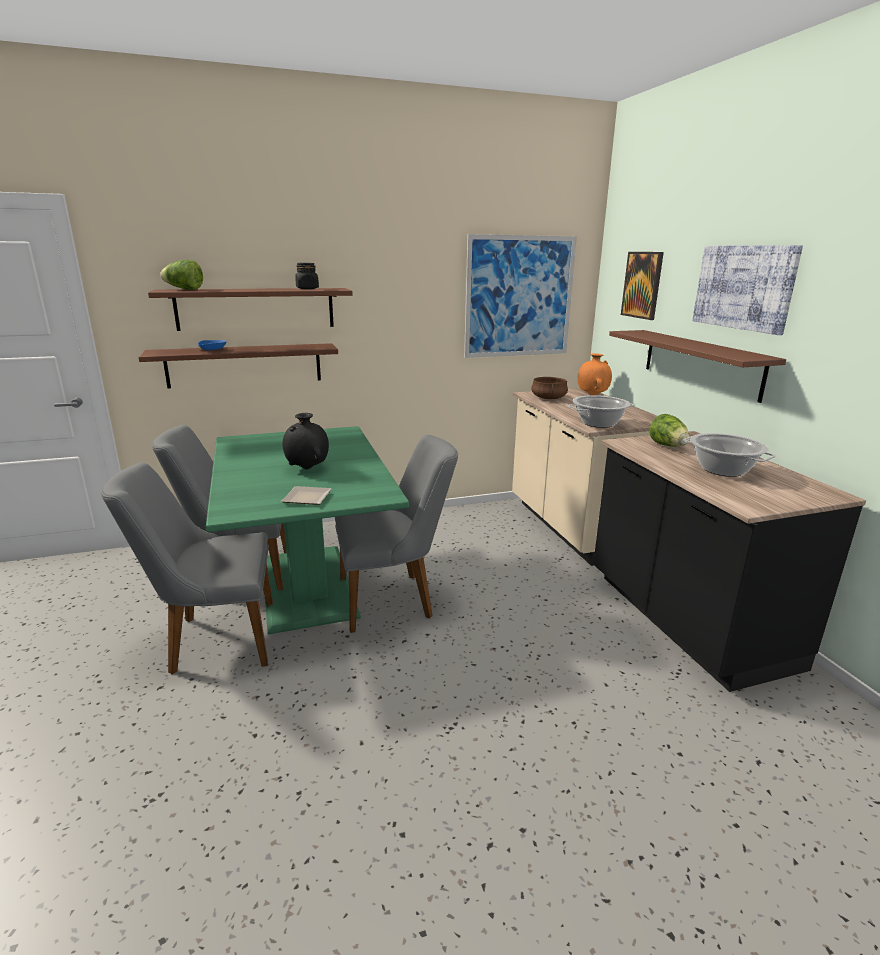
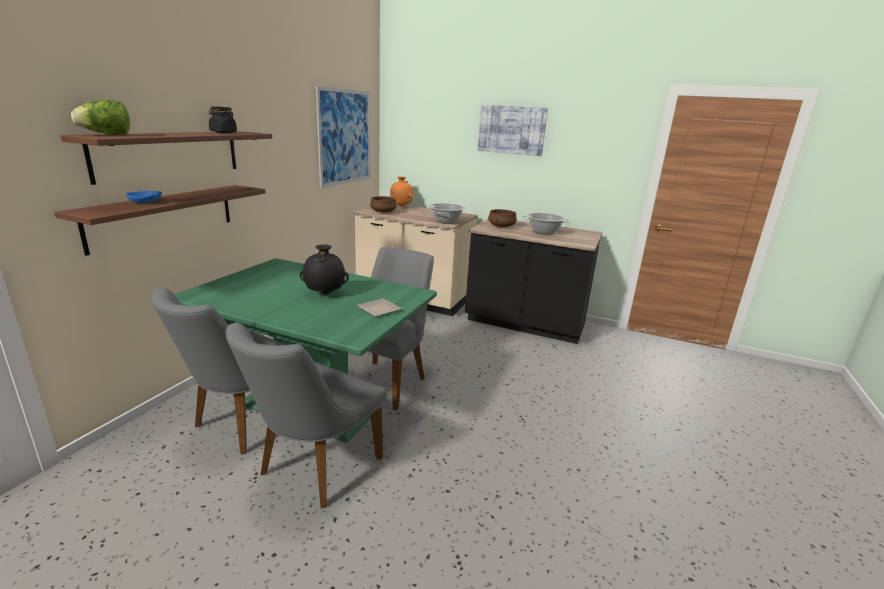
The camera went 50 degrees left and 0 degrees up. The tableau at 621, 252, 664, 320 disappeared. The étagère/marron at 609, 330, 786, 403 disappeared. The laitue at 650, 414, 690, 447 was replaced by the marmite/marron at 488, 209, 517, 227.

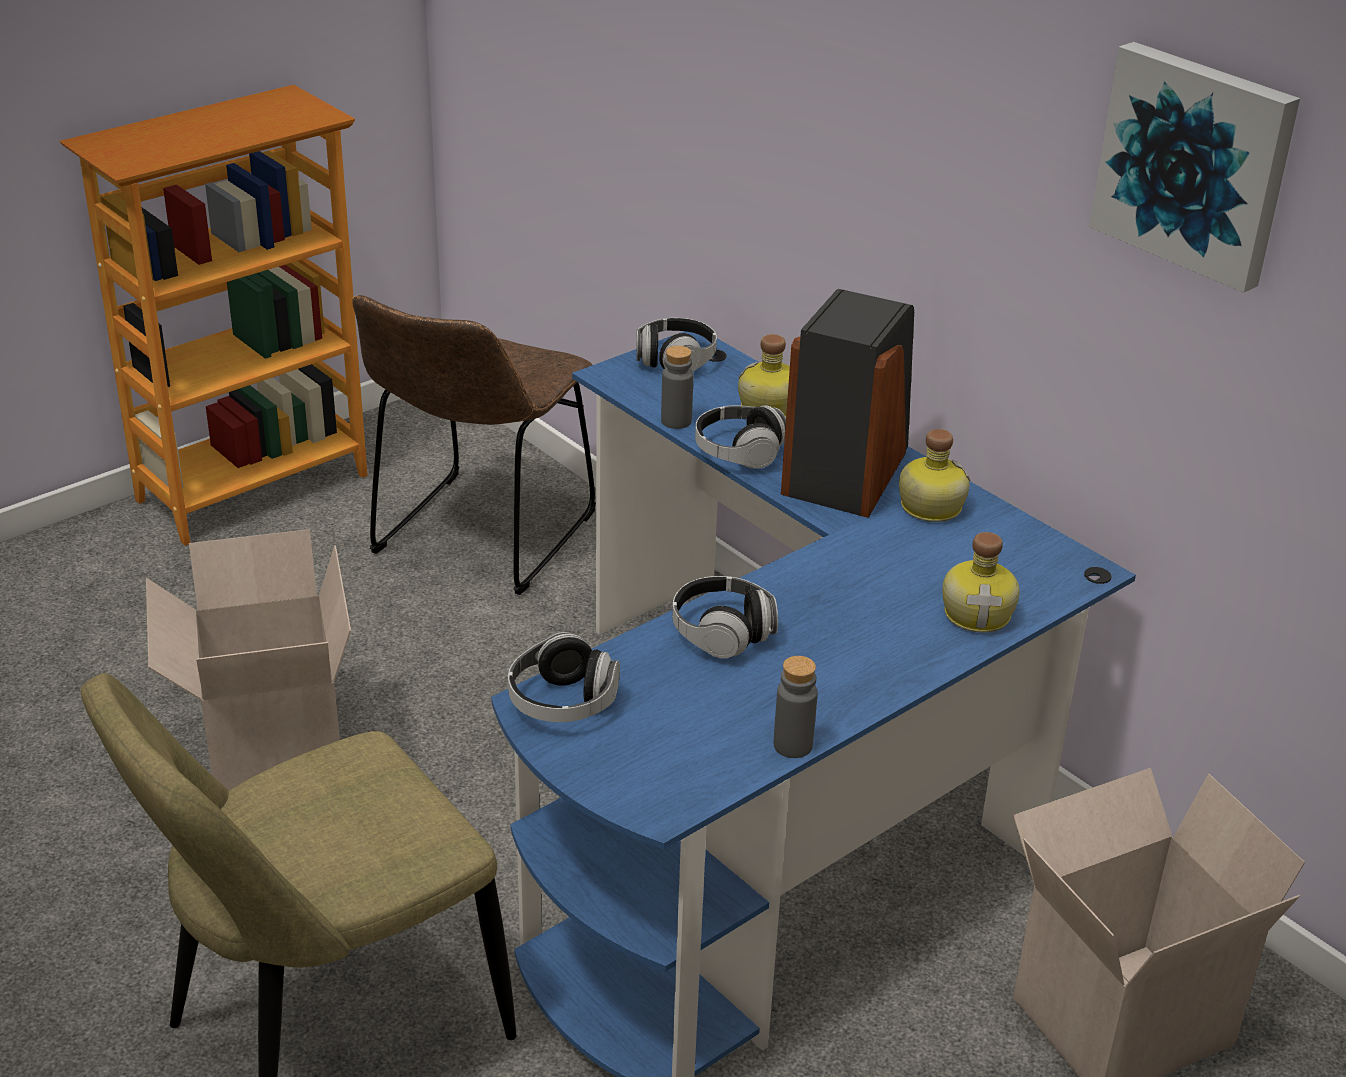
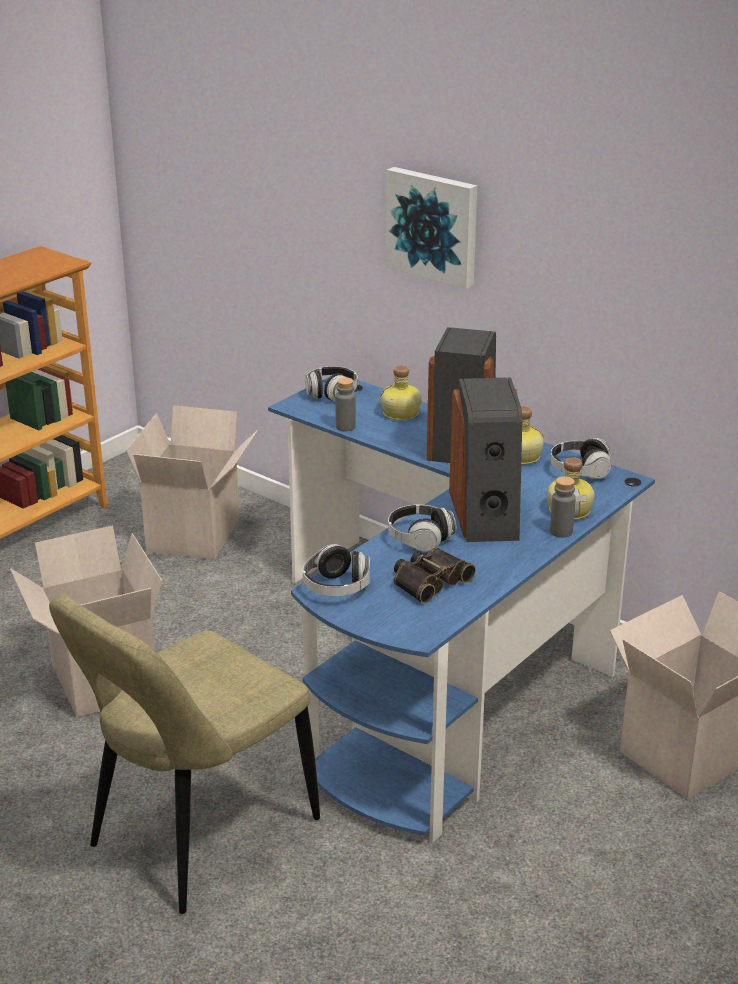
The camera went 10 degrees left and 5 degrees down. The tableau moved from 1089, 42, 1300, 293 to 386, 167, 477, 289. The chaise/marron at 352, 295, 596, 595 was replaced by the carton at 126, 405, 258, 560. The casque audio moved from 695, 405, 786, 469 to 550, 438, 611, 479. The bouteille/gris moved from 774, 656, 818, 758 to 550, 476, 576, 538. The enceinte at 449, 378, 522, 542 appeared. The jumelles at 394, 547, 476, 604 appeared.

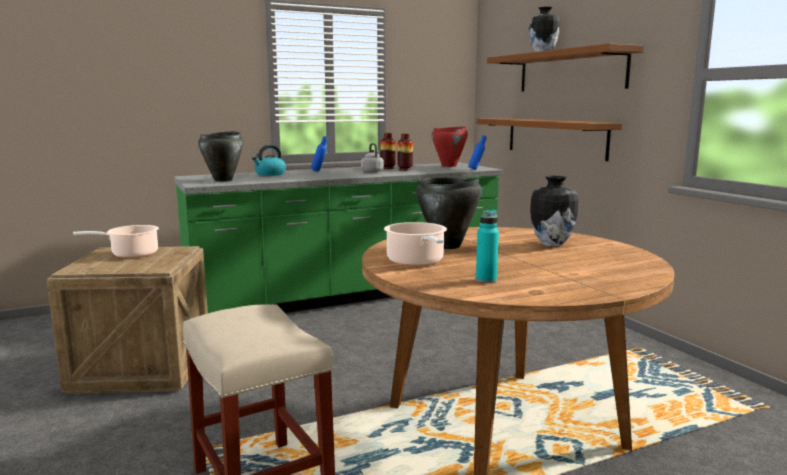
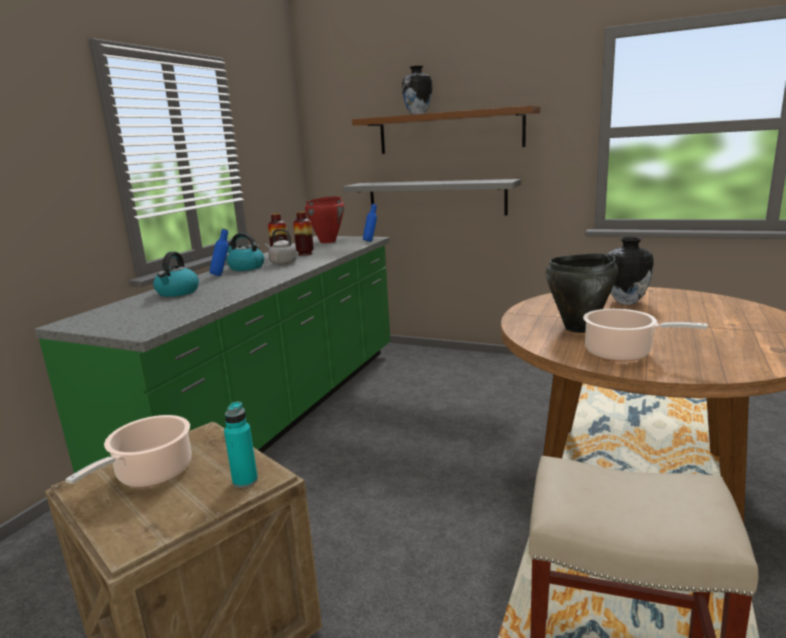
The camera went 40 degrees left and 5 degrees up. The étagère/marron at 477, 118, 622, 161 became the étagère/gris at 343, 179, 521, 215. The marmite/noir at 198, 131, 243, 182 disappeared. The bouteille/turquoise moved from 476, 210, 499, 283 to 224, 402, 258, 488. The bouilloire at 227, 233, 264, 271 appeared.

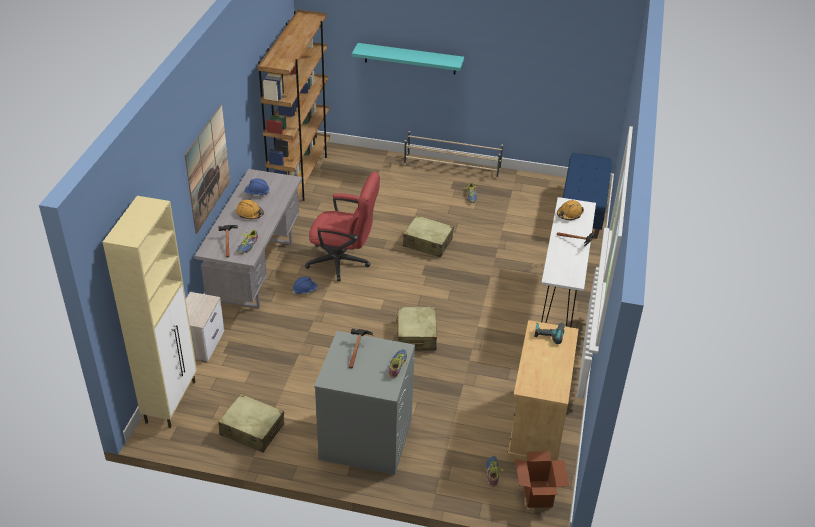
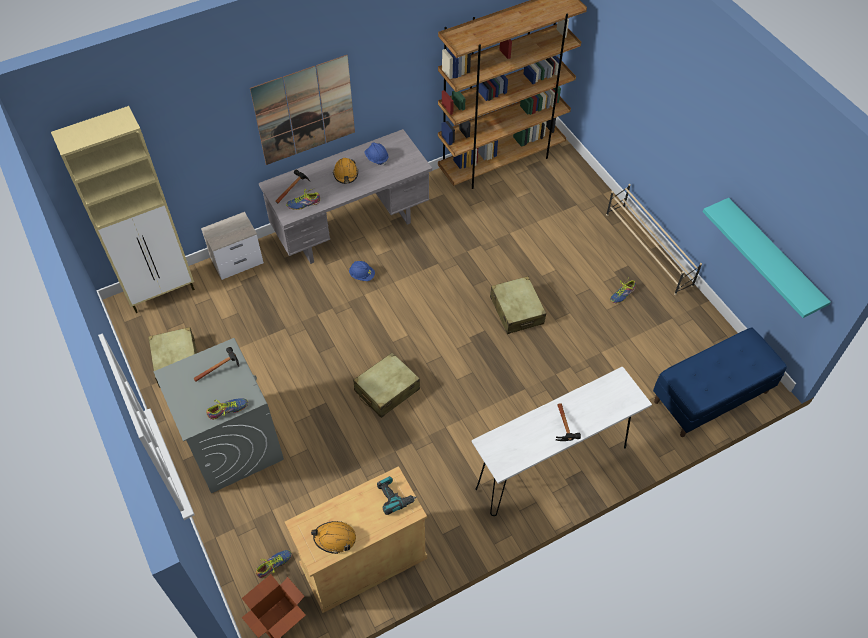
The camera went 50 degrees right and 15 degrees up. The étagère/turquoise moved from 352, 43, 464, 74 to 703, 198, 831, 318. The chaise de bureau/rouge at 305, 172, 380, 281 disappeared. The casque de chantier/orange moved from 557, 200, 584, 220 to 311, 521, 356, 554.

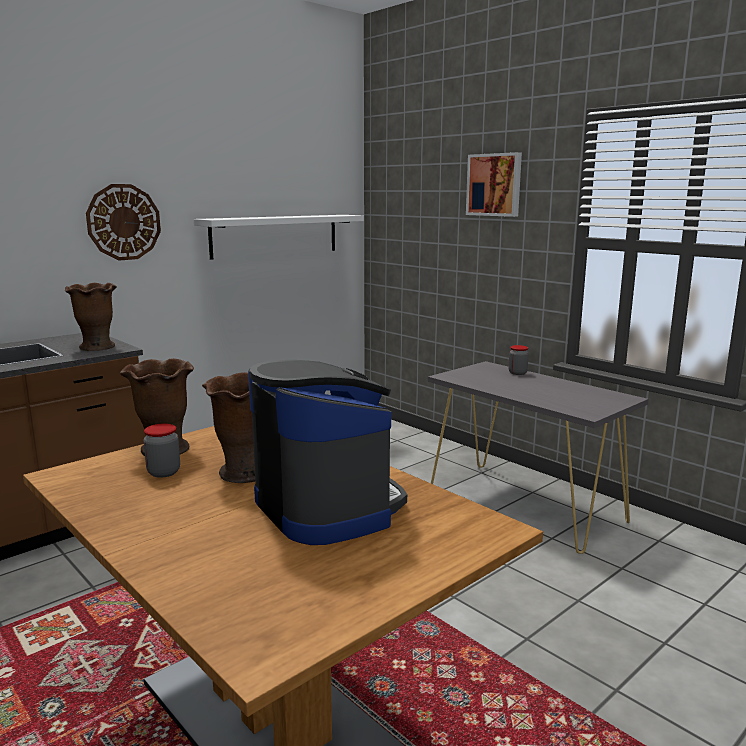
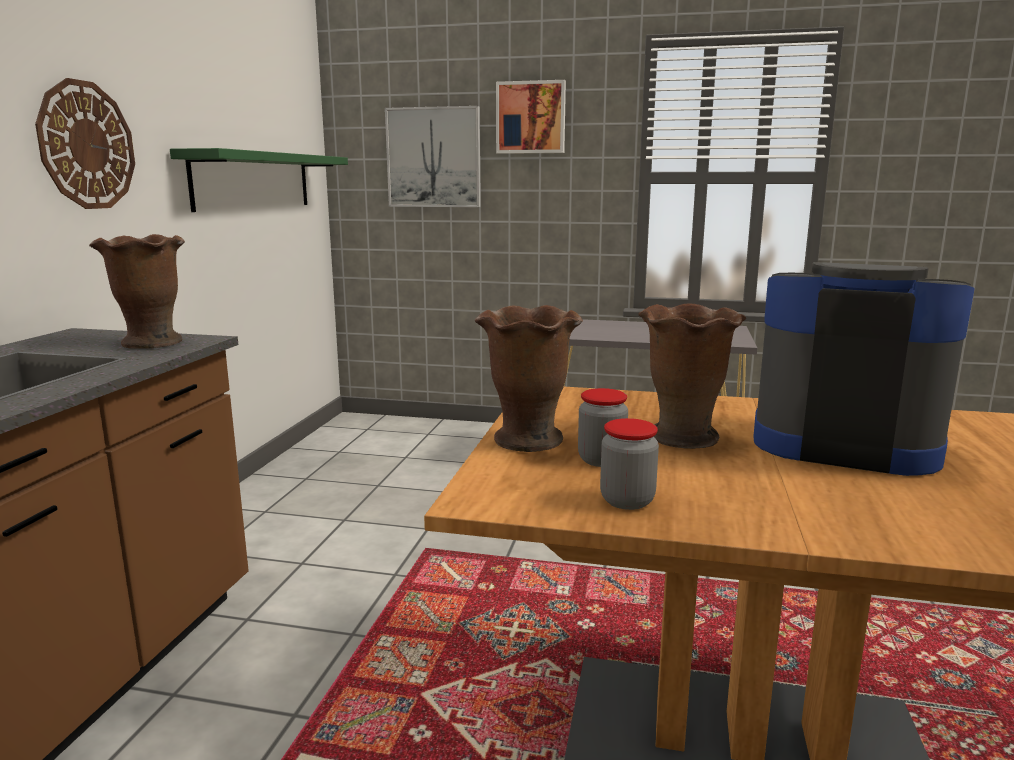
The camera went 35 degrees left and 0 degrees up. The étagère/blanc at 194, 215, 364, 260 became the étagère/vert at 170, 148, 348, 212. The bocal moved from 509, 345, 529, 375 to 600, 418, 659, 510. The tableau at 385, 106, 481, 207 appeared.

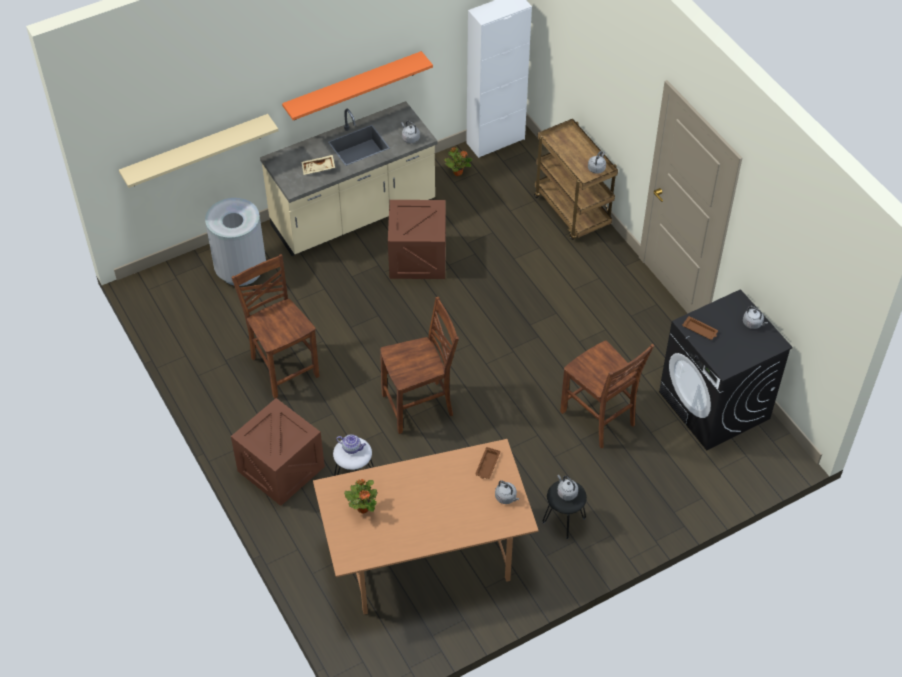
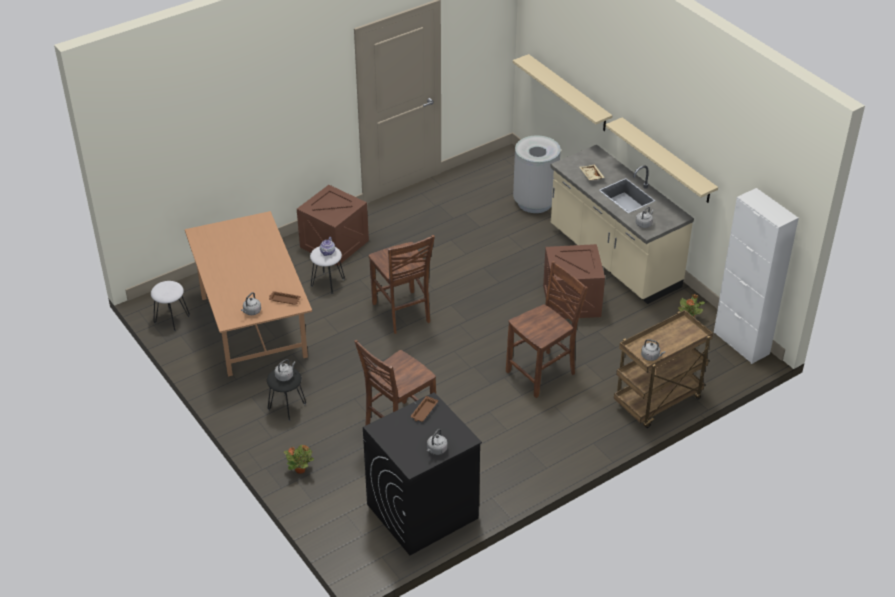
The camera went 85 degrees right and 10 degrees down. The étagère/orange at 282, 51, 433, 120 became the étagère/beige at 605, 117, 718, 203. The chaise/marron moved from 231, 254, 319, 399 to 506, 261, 588, 398. The plante en pot moved from 344, 479, 377, 513 to 284, 445, 314, 474. The tabouret/blanc at 151, 281, 190, 331 appeared.

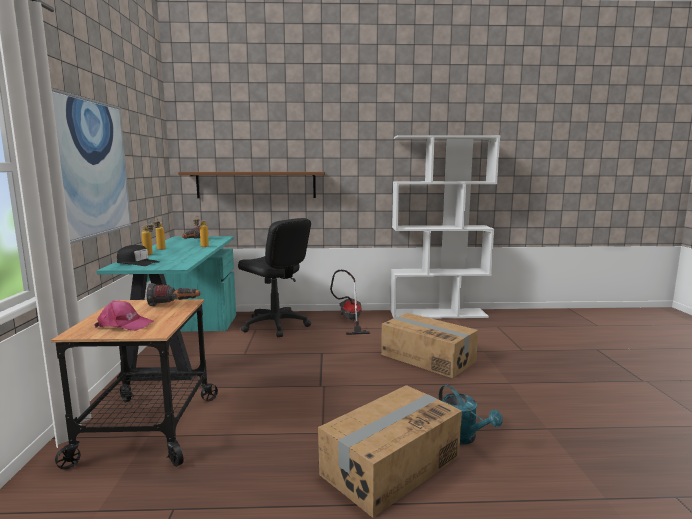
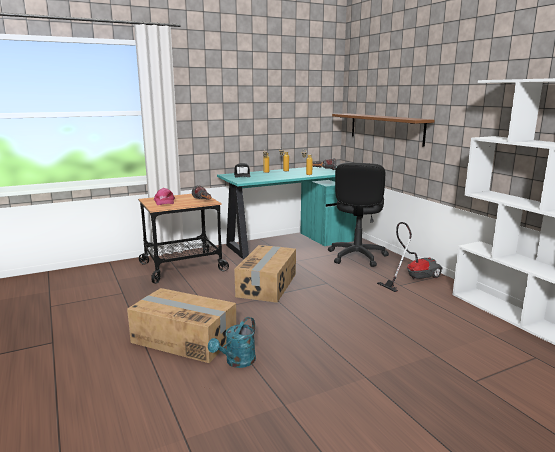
The camera went 65 degrees right and 5 degrees up. The tableau at 52, 88, 132, 244 disappeared. The carton moved from 381, 313, 478, 378 to 234, 245, 296, 303.

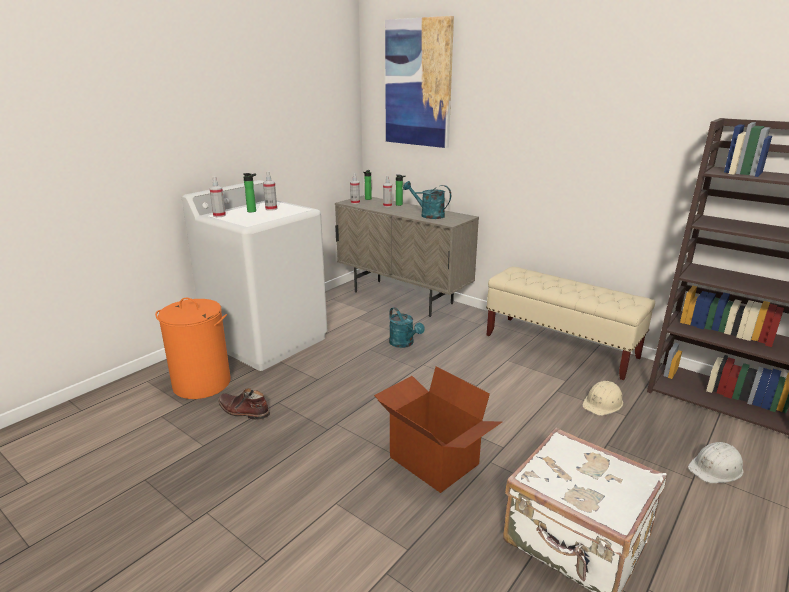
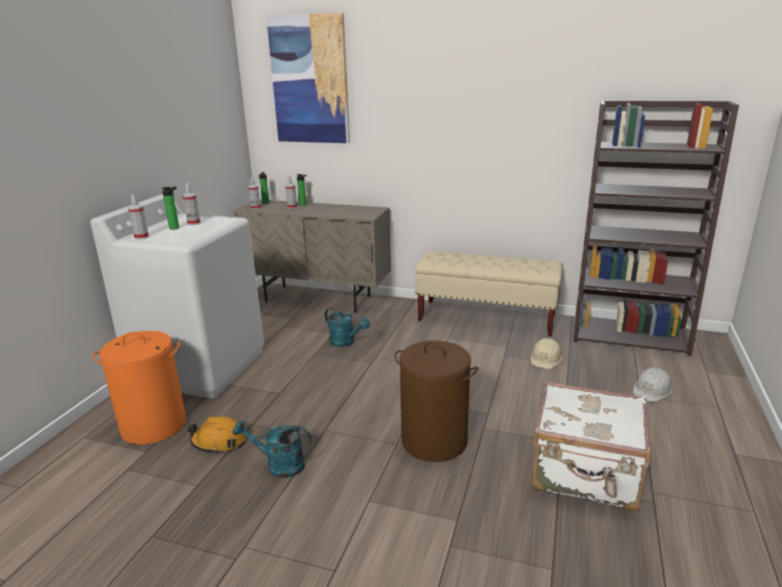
The camera went 20 degrees left and 0 degrees up. The arrosoir/turquoise moved from 403, 181, 451, 219 to 232, 420, 311, 478. The carton at 374, 367, 502, 493 was replaced by the panier à linge/marron at 395, 341, 478, 462. The botte/marron at 218, 388, 270, 420 was replaced by the casque de chantier/orange at 188, 416, 246, 454.

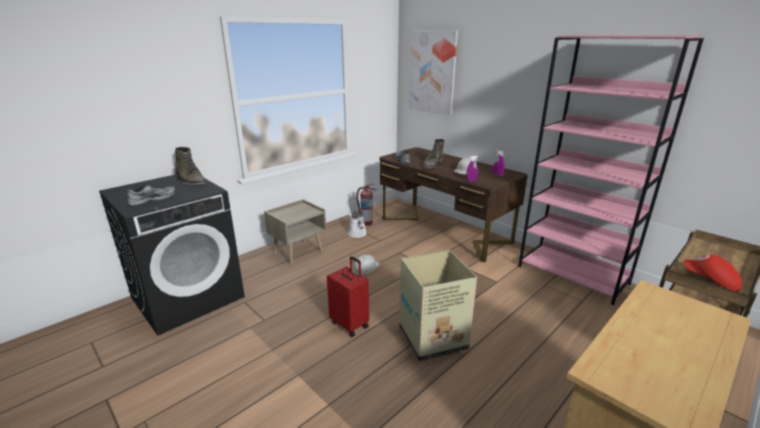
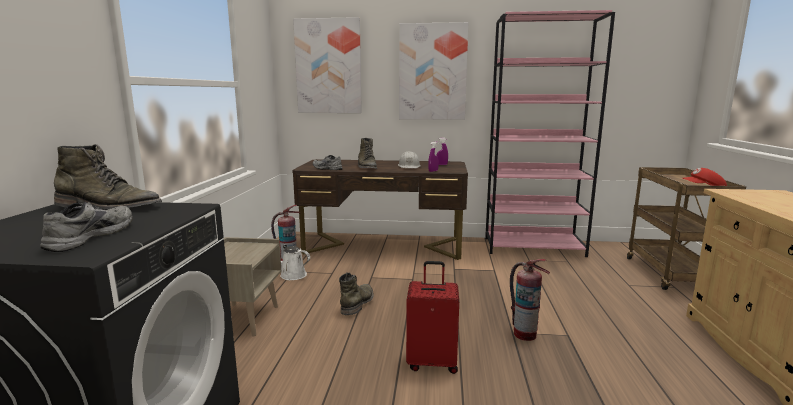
The camera went 40 degrees left and 10 degrees down. The carton at 399, 250, 477, 361 was replaced by the extincteur at 510, 259, 550, 341. The casque de chantier/blanc at 353, 255, 379, 275 was replaced by the botte/vert at 339, 272, 374, 315. The tableau at 399, 22, 468, 120 appeared.

